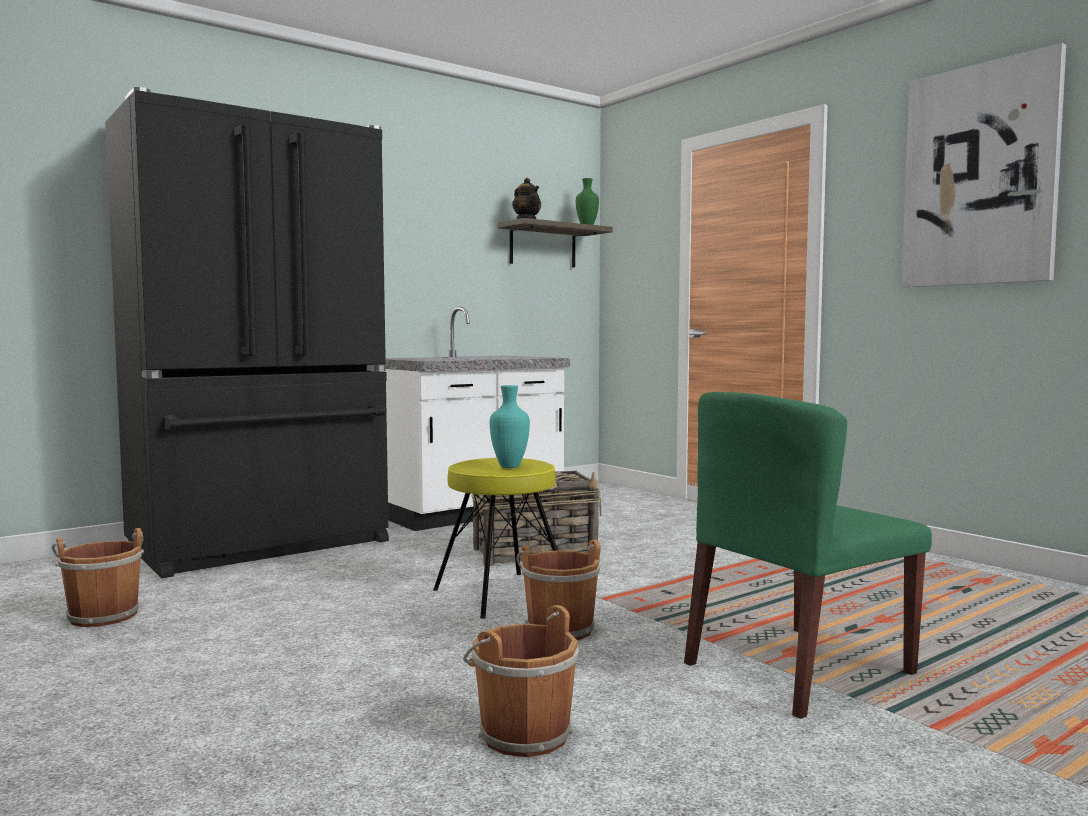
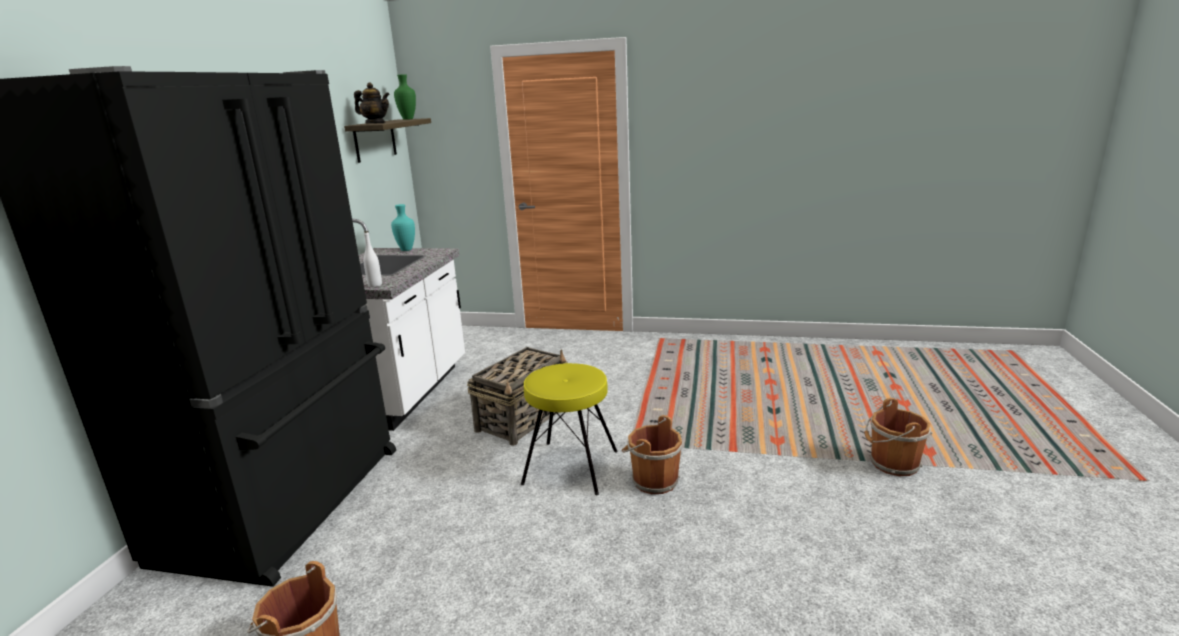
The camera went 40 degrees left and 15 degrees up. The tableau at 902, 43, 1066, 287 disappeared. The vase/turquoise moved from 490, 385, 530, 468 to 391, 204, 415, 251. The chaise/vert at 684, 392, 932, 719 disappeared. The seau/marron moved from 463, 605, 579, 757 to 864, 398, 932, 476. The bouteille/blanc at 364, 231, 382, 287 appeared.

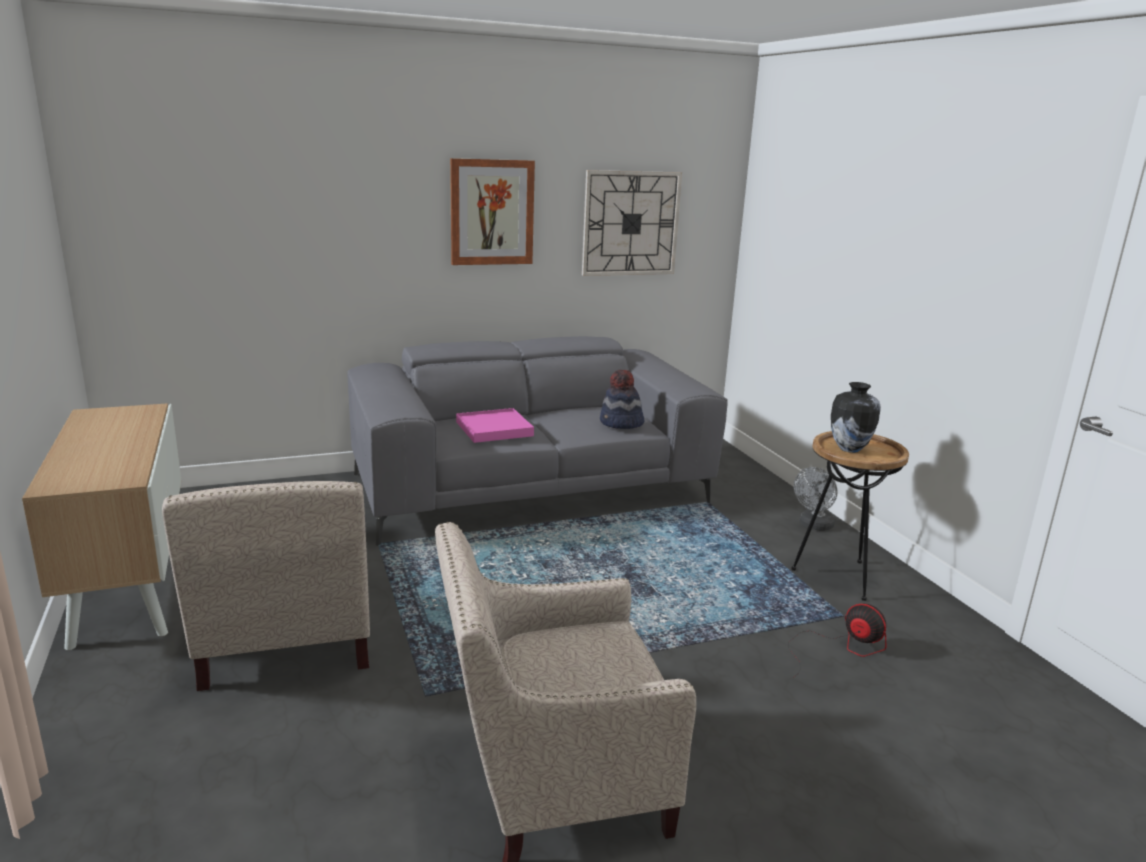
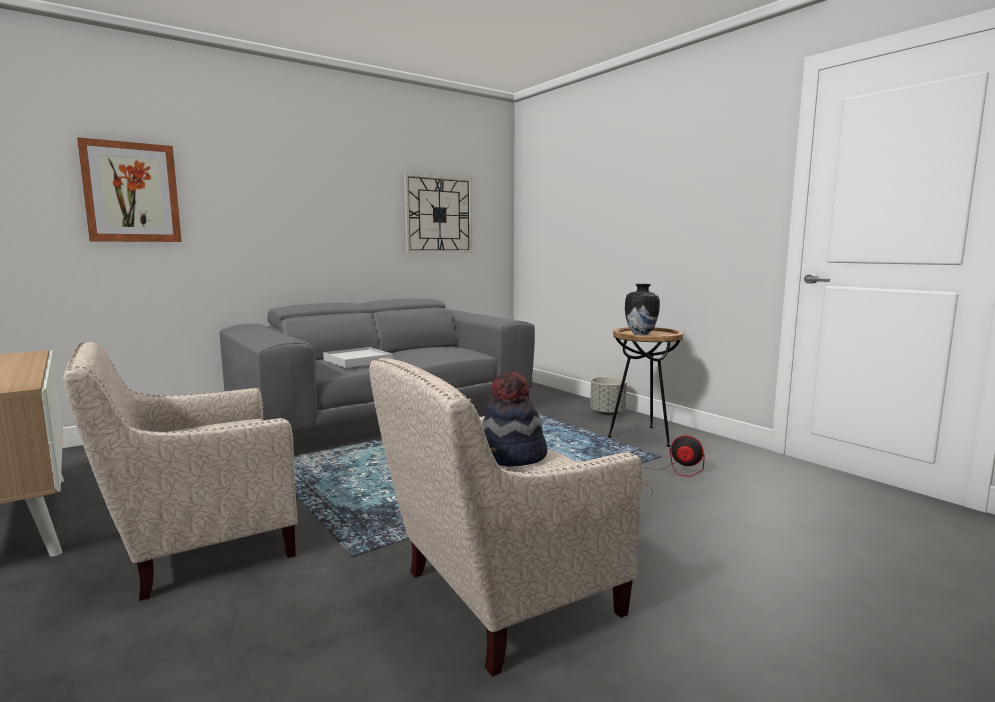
The camera went 15 degrees left and 10 degrees down. The tableau moved from 450, 158, 535, 265 to 77, 137, 182, 242. The chapeau moved from 600, 370, 644, 429 to 482, 372, 548, 466. The plateau/rose at 456, 408, 534, 443 became the plateau/blanc at 323, 347, 393, 368. The ventilateur/gris at 794, 467, 837, 531 was replaced by the cache-pot/gris at 590, 377, 627, 415. The fauteuil/beige at 162, 481, 370, 691 turned 90 degrees clockwise.

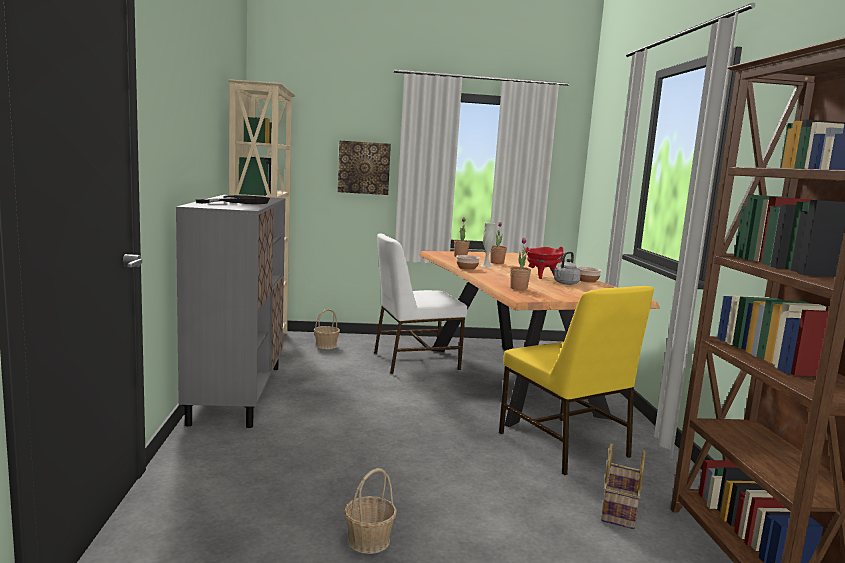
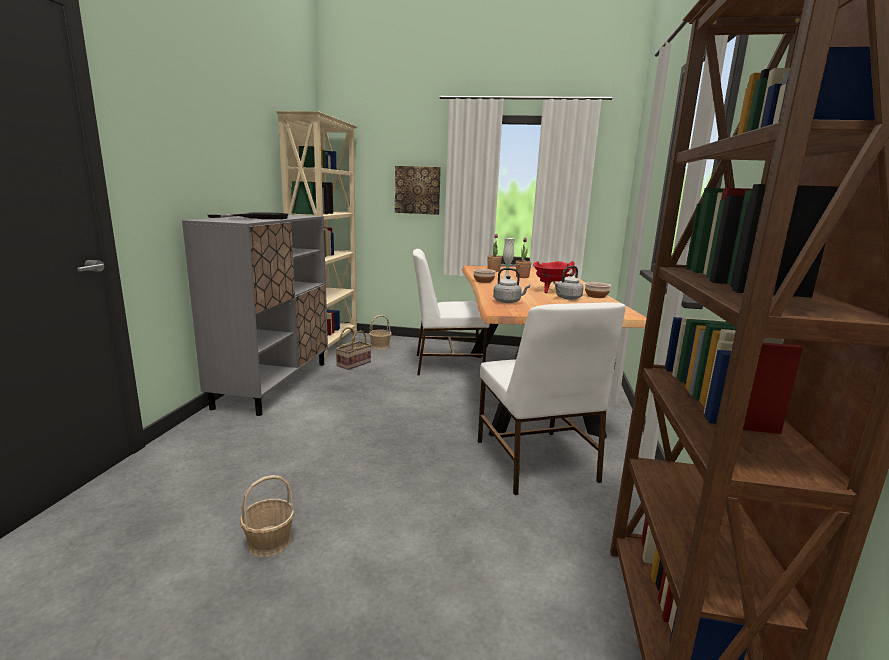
The camera went 15 degrees right and 5 degrees up. The plante en pot at 510, 237, 531, 290 was replaced by the bouilloire/gris at 493, 268, 530, 303. The chaise/jaune at 499, 286, 654, 475 became the chaise/blanc at 478, 302, 626, 495. The panier moved from 601, 444, 646, 529 to 336, 327, 371, 370.

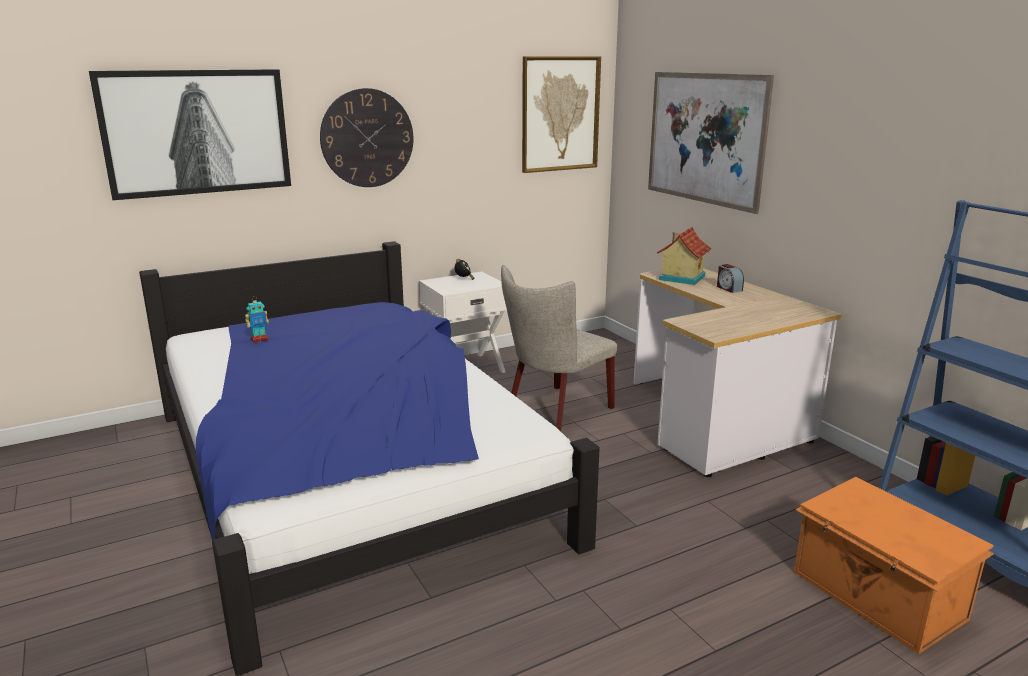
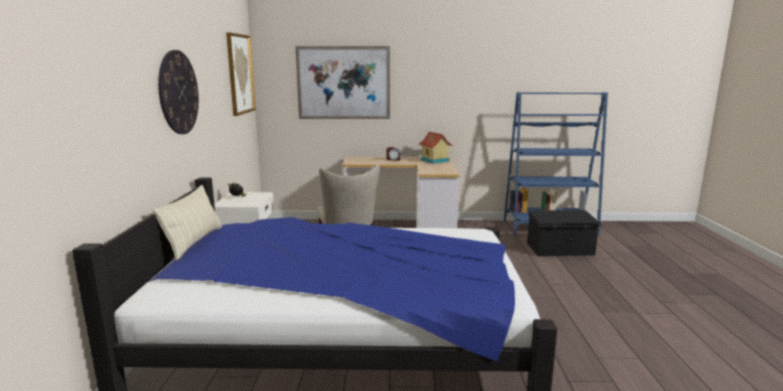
The camera went 60 degrees left and 5 degrees down. The tableau at 89, 69, 291, 200 disappeared. The maison miniature moved from 657, 227, 711, 285 to 419, 132, 453, 164. The robot jouet at 245, 296, 269, 342 disappeared. The boîte de rangement/orange at 794, 477, 994, 654 became the boîte de rangement/noir at 527, 210, 602, 256. The coussin/beige at 153, 185, 222, 261 appeared.

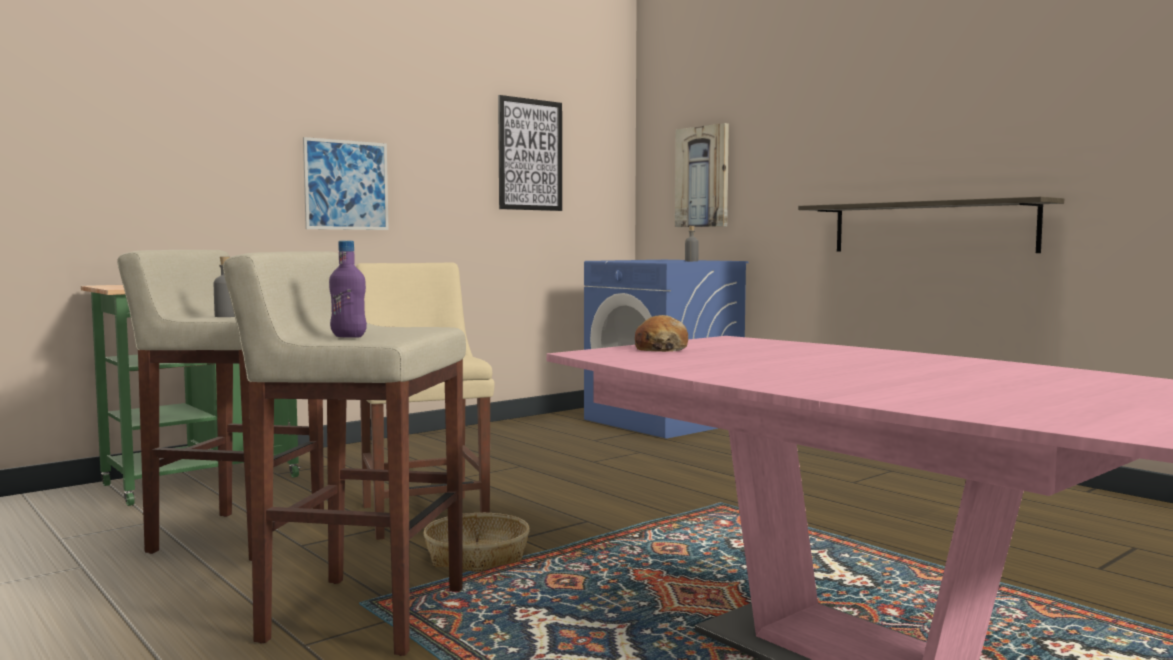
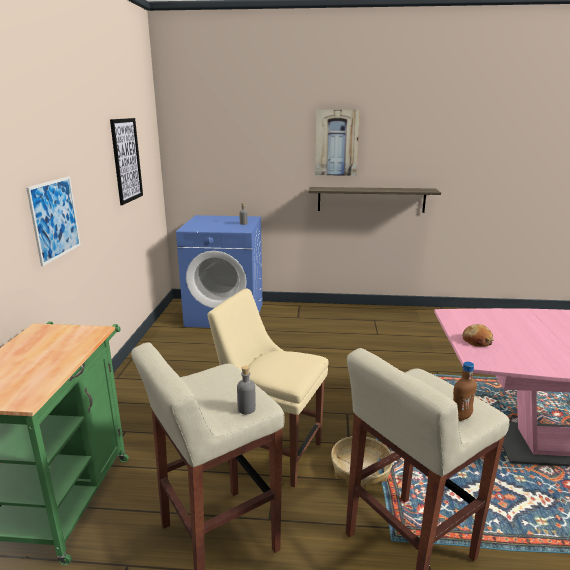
The camera went 45 degrees left and 15 degrees up. The tableau moved from 675, 123, 729, 227 to 315, 110, 360, 176. The bouteille/violet at 329, 241, 367, 338 became the bouteille/marron at 453, 362, 477, 421.

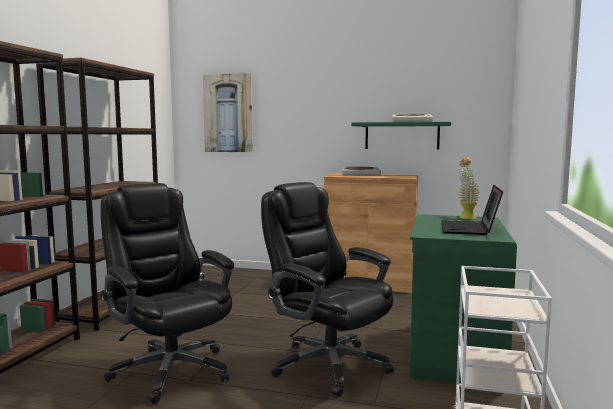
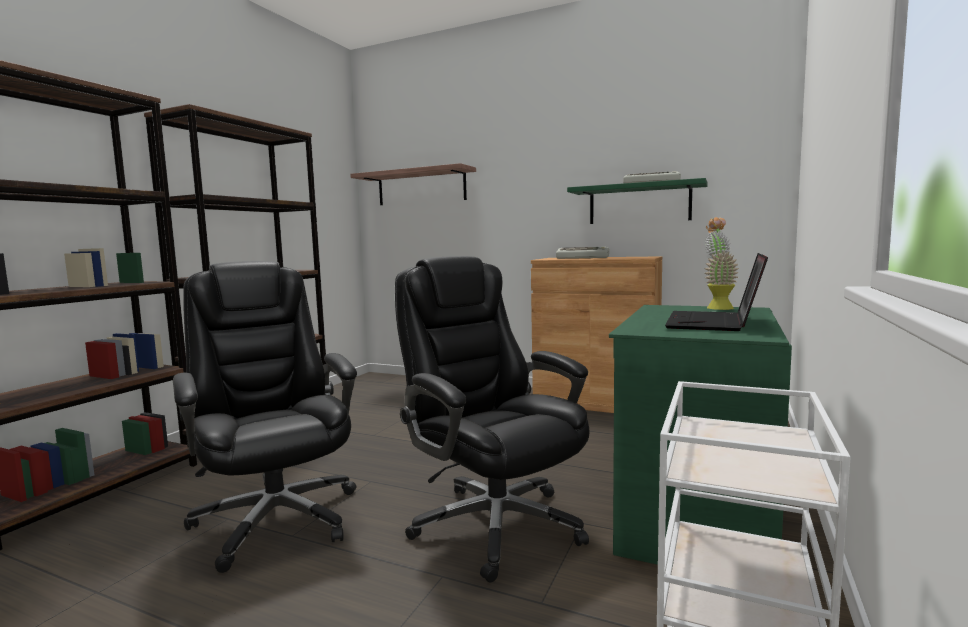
The camera went 10 degrees right and 0 degrees up. The tableau at 203, 73, 253, 152 was replaced by the étagère at 350, 163, 476, 205.

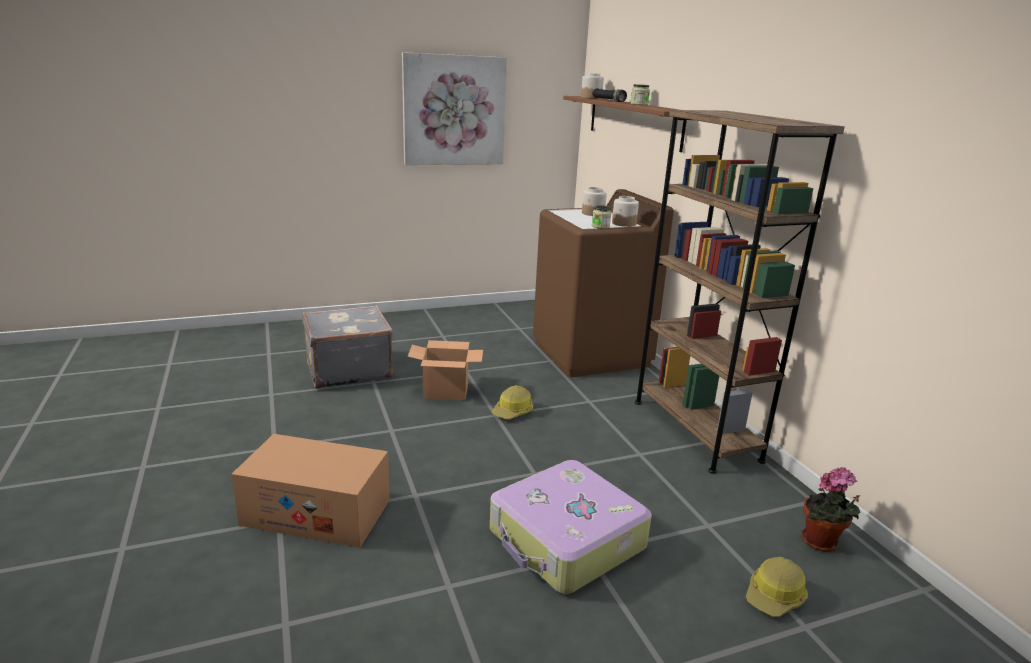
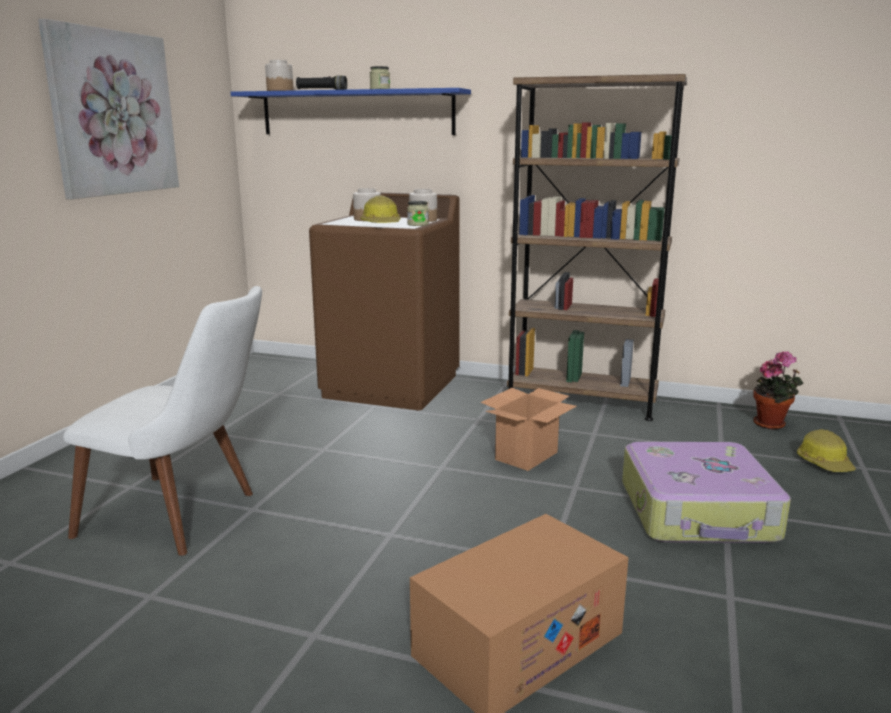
The camera went 50 degrees left and 5 degrees down. The étagère/marron at 563, 96, 687, 152 became the étagère/bleu at 231, 88, 471, 135. The valise/gris at 302, 305, 393, 389 was replaced by the chaise/blanc at 63, 286, 262, 556. The carton moved from 408, 340, 483, 400 to 481, 388, 577, 471. The casque de chantier moved from 492, 385, 533, 419 to 361, 195, 401, 223.

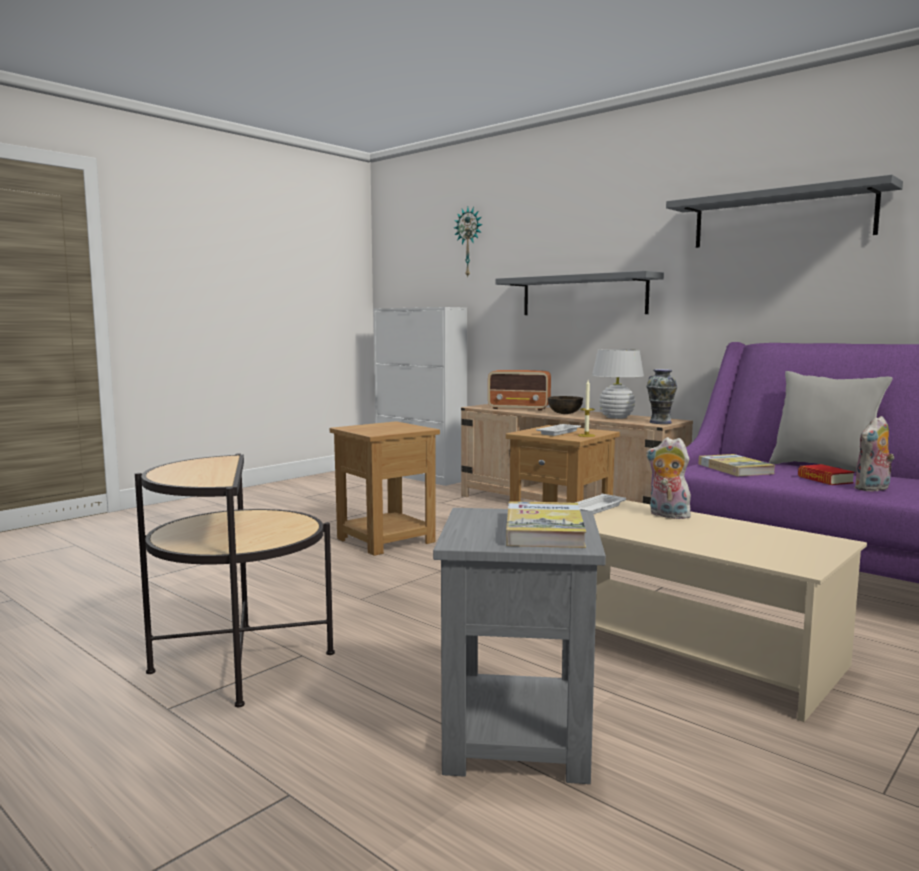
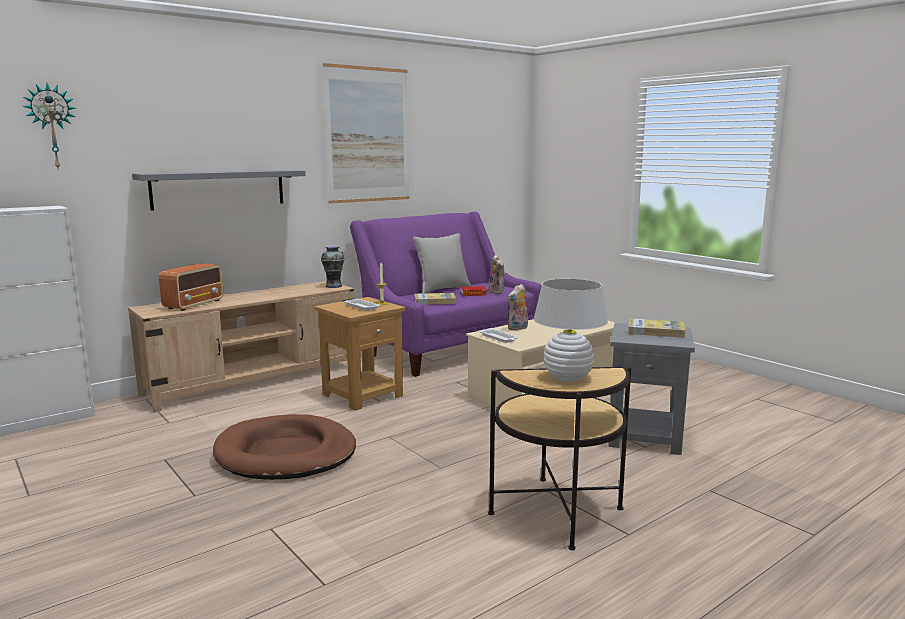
The camera went 80 degrees left and 5 degrees up. The étagère/gris at 666, 175, 903, 248 was replaced by the tableau at 323, 63, 409, 204. The lampe de table/blanc moved from 592, 349, 644, 419 to 534, 279, 608, 382. The bol/marron at 548, 396, 583, 414 disappeared. The table d'appoint/marron at 330, 421, 440, 556 was replaced by the panier pour chien/marron at 213, 414, 356, 480.

